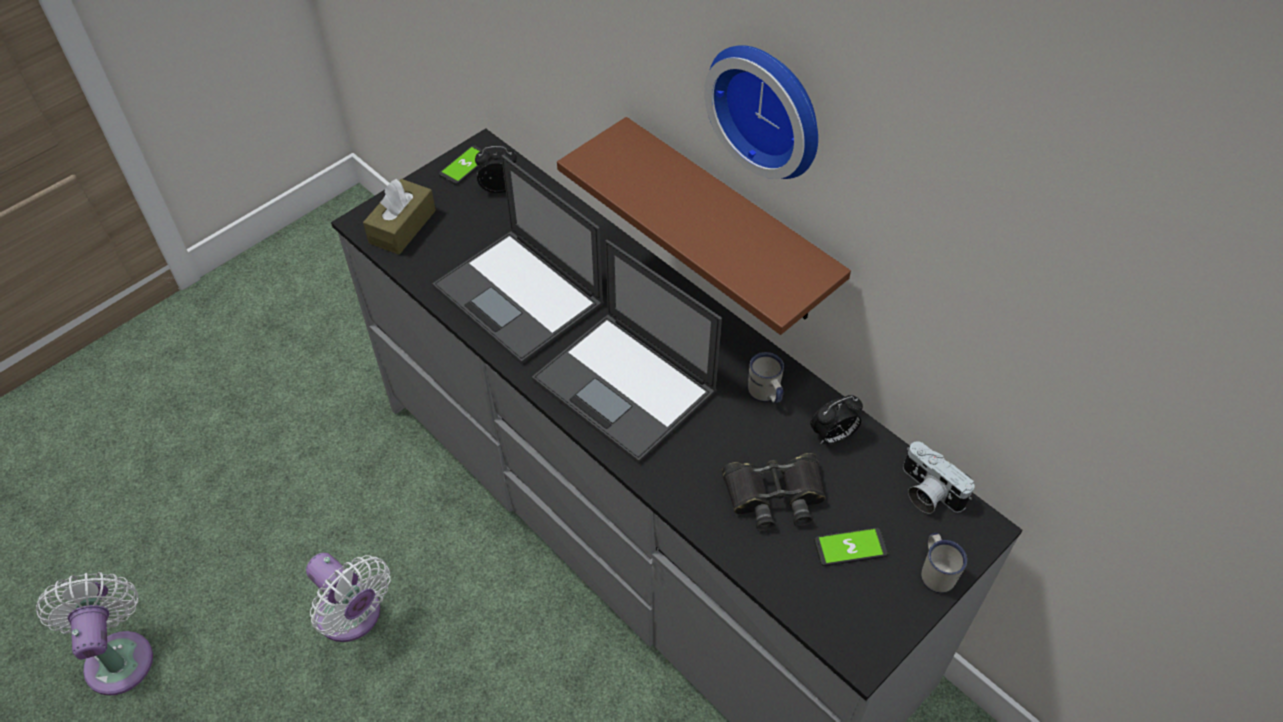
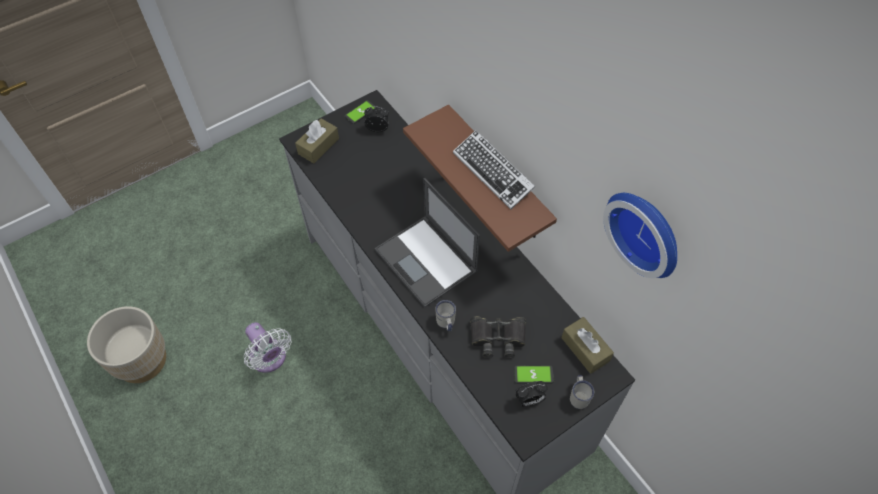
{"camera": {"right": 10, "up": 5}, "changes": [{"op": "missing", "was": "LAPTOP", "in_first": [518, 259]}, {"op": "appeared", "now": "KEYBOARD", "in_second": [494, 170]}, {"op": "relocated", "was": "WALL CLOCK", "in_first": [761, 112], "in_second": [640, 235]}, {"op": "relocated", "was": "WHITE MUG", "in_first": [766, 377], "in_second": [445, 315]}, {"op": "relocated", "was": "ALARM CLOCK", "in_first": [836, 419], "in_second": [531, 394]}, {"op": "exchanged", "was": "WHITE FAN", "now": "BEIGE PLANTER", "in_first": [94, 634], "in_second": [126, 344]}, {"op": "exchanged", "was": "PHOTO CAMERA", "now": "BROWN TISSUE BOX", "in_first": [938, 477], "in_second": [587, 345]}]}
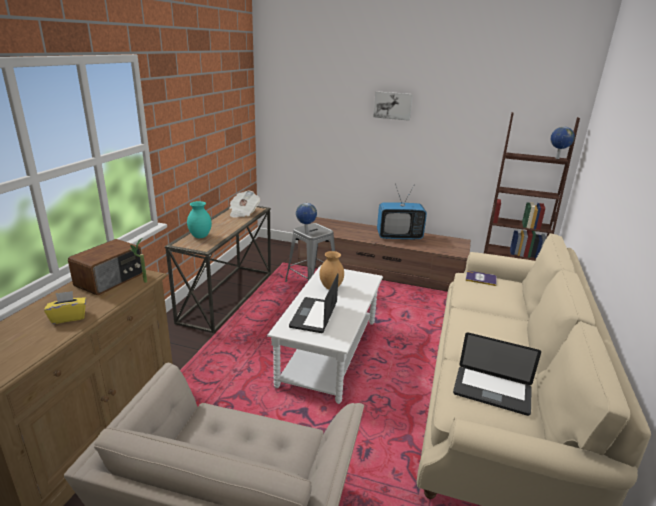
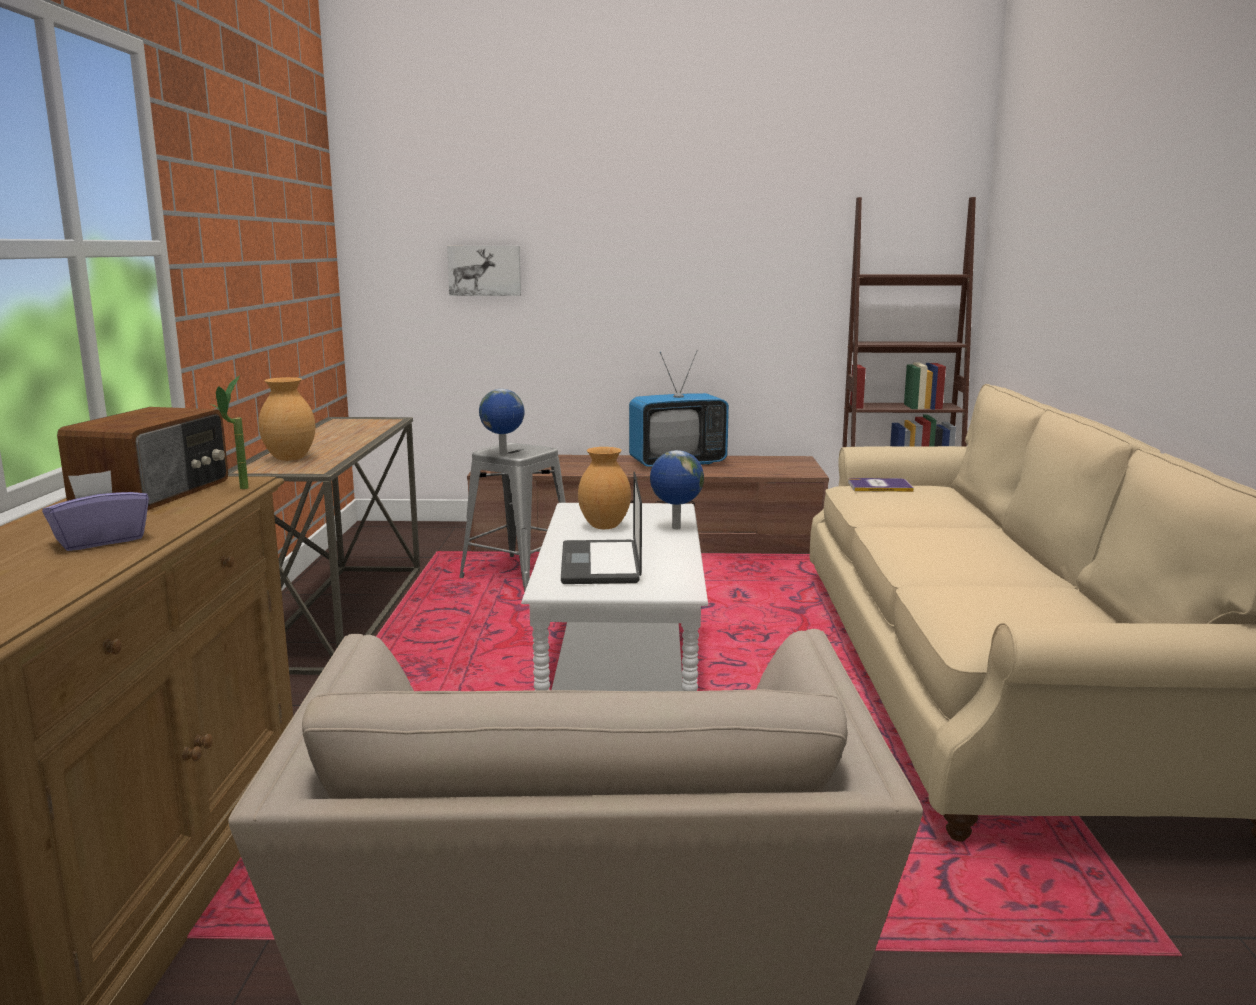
{"camera": {"right": -15, "up": -10}, "changes": [{"op": "missing", "was": "NEWSPAPER", "in_first": [244, 204]}, {"op": "missing", "was": "LAPTOP", "in_first": [497, 374]}, {"op": "relocated", "was": "PICTURE", "in_first": [393, 106], "in_second": [484, 271]}, {"op": "relocated", "was": "GLOBE", "in_first": [562, 143], "in_second": [677, 489]}, {"op": "colour", "was": "YELLOW TISSUE BOX", "now": "PURPLE TISSUE BOX", "in_first": [65, 307], "in_second": [95, 510]}, {"op": "colour", "was": "TURQUOISE VASE", "now": "BROWN VASE", "in_first": [199, 219], "in_second": [287, 419]}]}
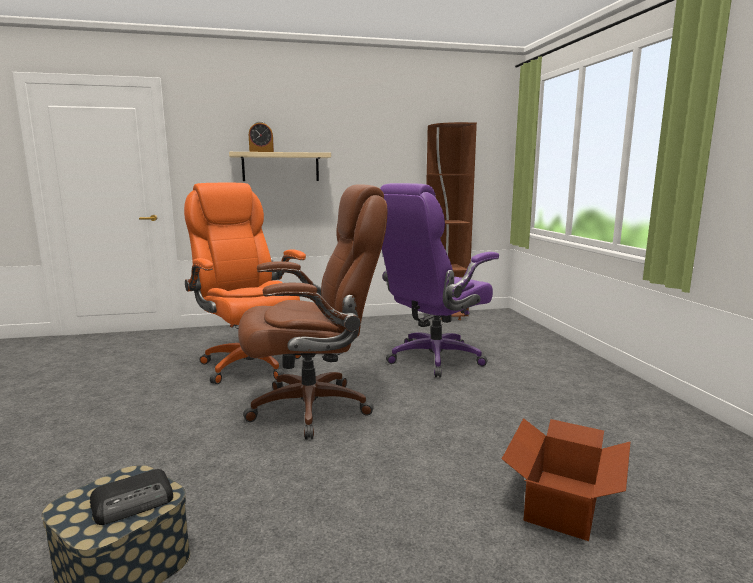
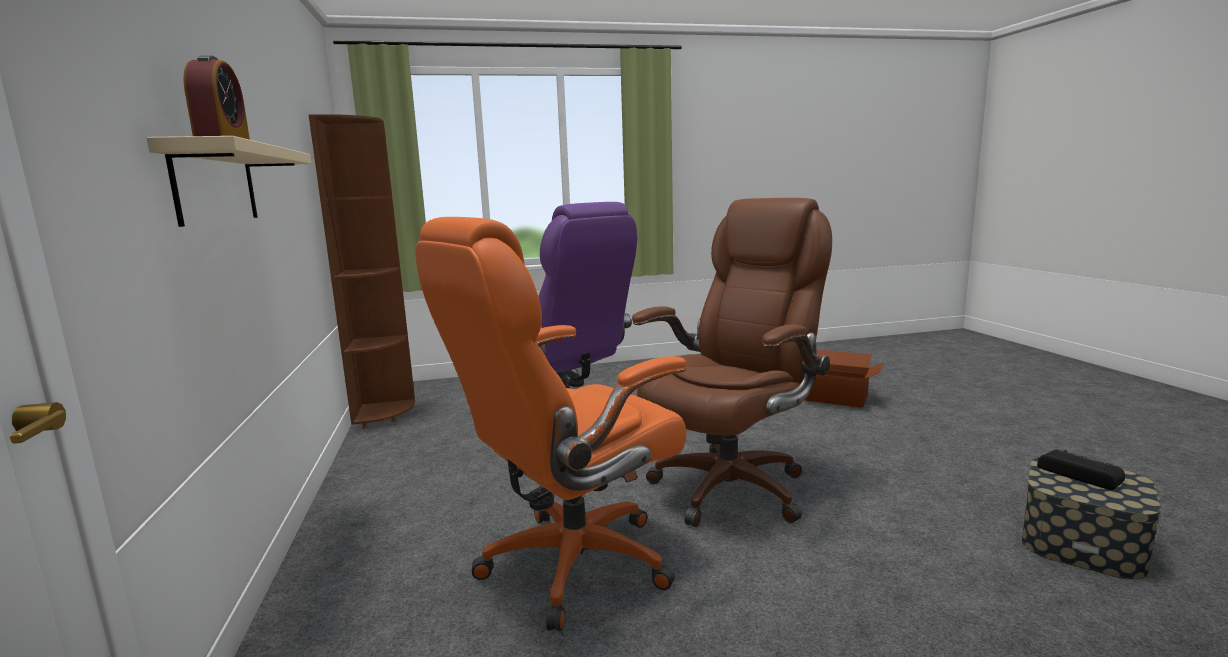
{"camera": {"right": -90, "up": 0}, "changes": [{"op": "spun", "was": "BROWN OFFICE CHAIR", "in_first": [312, 312], "in_second": [732, 362], "clockwise": 60}]}
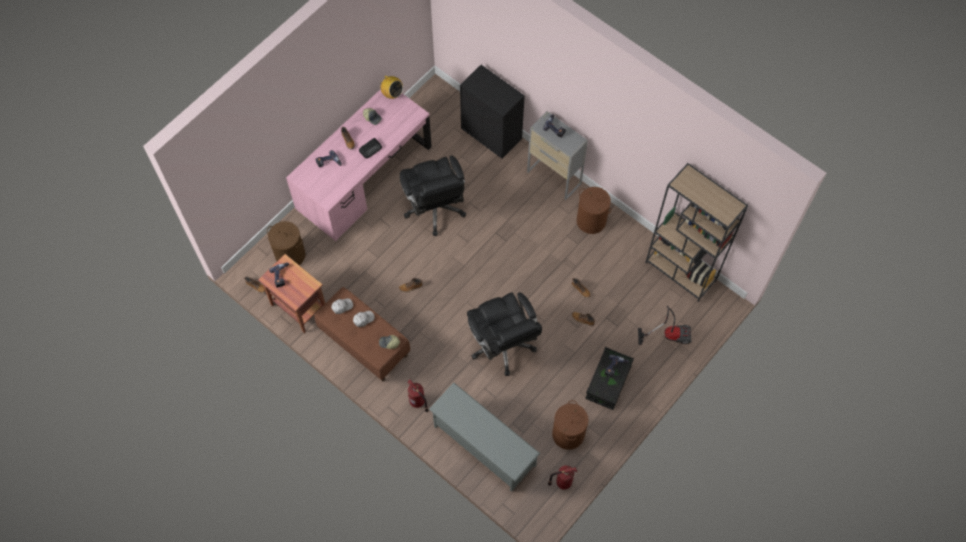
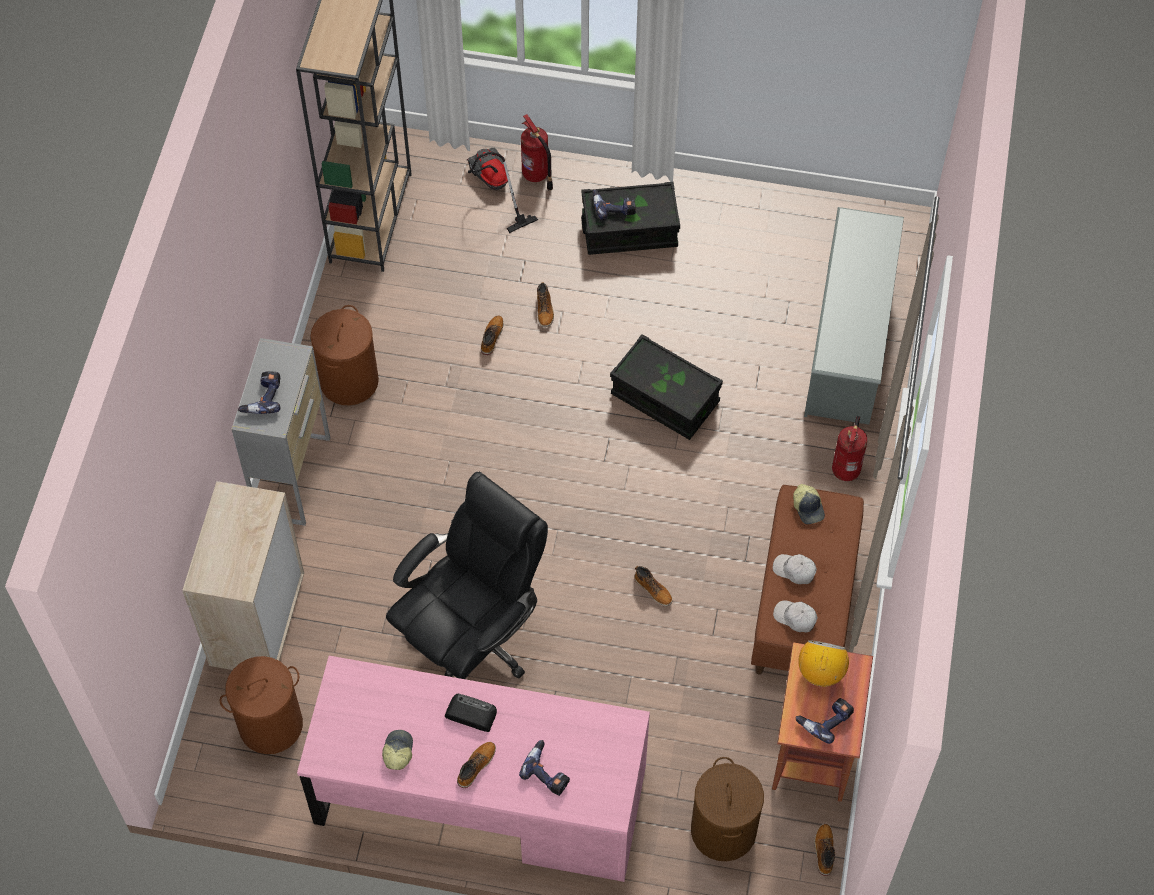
{"camera": {"right": -120, "up": -5}, "changes": [{"op": "relocated", "was": "RADIO", "in_first": [391, 87], "in_second": [823, 663]}, {"op": "relocated", "was": "FIRE EXTINGUISHER", "in_first": [563, 477], "in_second": [537, 152]}, {"op": "relocated", "was": "BROWN LAUNDRY BASKET", "in_first": [570, 425], "in_second": [261, 705]}, {"op": "exchanged", "was": "BLACK OFFICE CHAIR", "now": "BLACK STORAGE BOX", "in_first": [504, 334], "in_second": [666, 387]}, {"op": "colour", "was": "BLACK CABINET", "now": "BEIGE CABINET", "in_first": [492, 112], "in_second": [243, 575]}]}
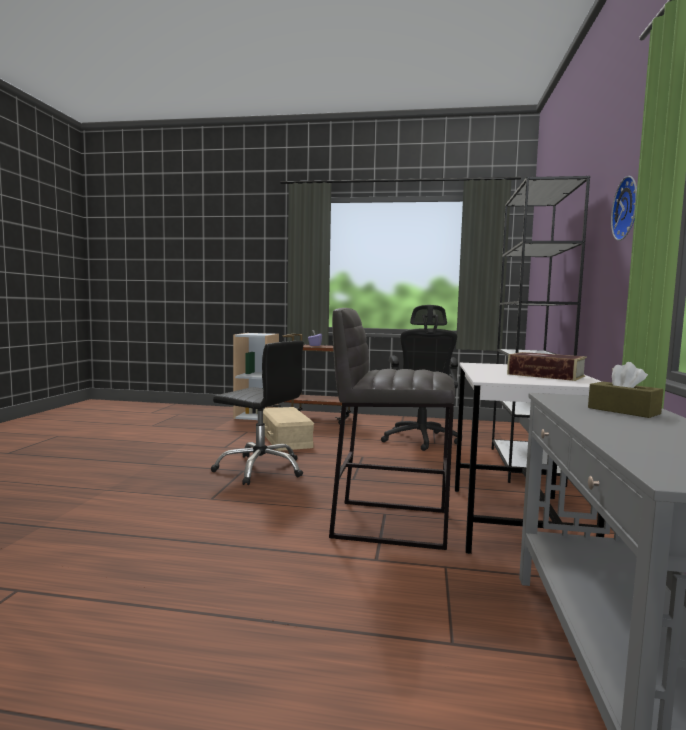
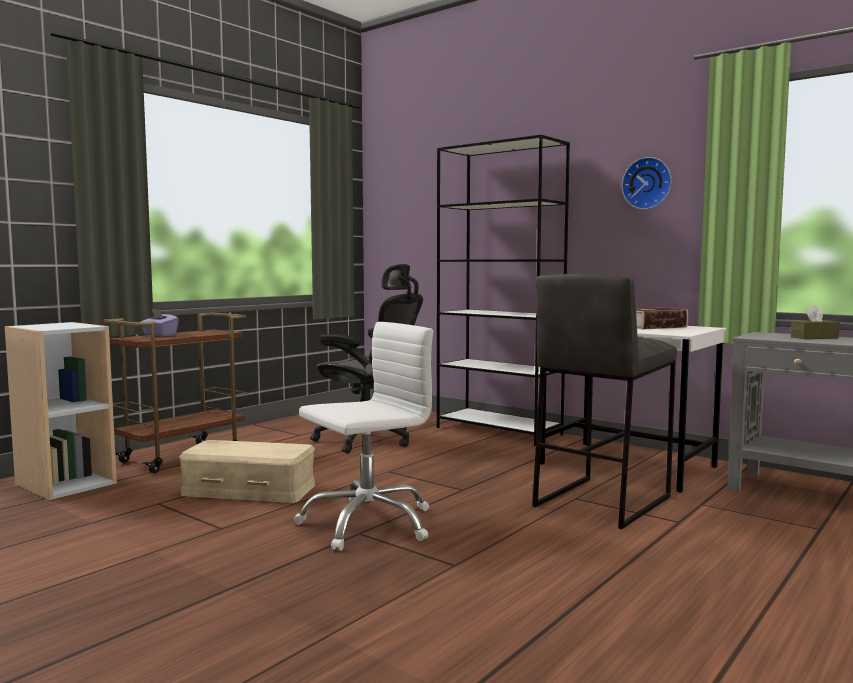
{"camera": {"right": -60, "up": 0}, "changes": [{"op": "colour", "was": "BLACK OFFICE CHAIR", "now": "WHITE OFFICE CHAIR", "in_first": [257, 413], "in_second": [363, 436]}]}
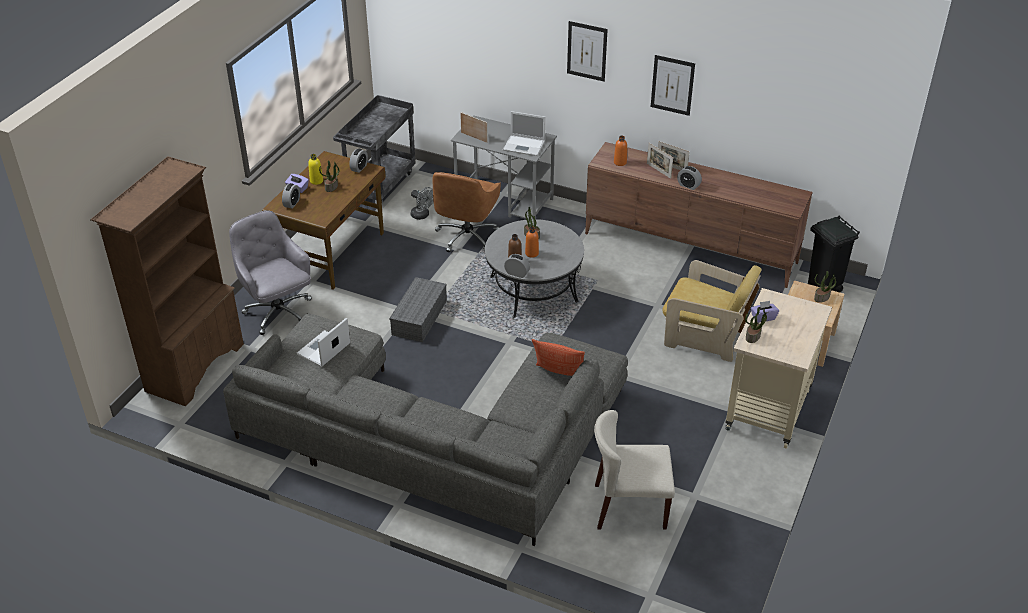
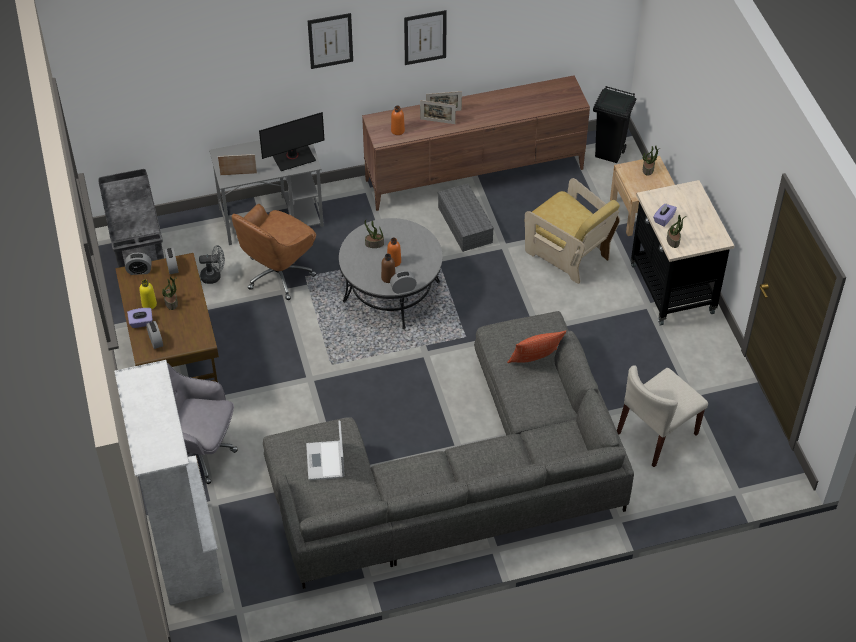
{"camera": {"right": -40, "up": 10}, "changes": [{"op": "relocated", "was": "GREY STORAGE BOX", "in_first": [418, 309], "in_second": [466, 217]}, {"op": "relocated", "was": "ALARM CLOCK", "in_first": [689, 178], "in_second": [138, 264]}, {"op": "exchanged", "was": "LAPTOP", "now": "MONITOR", "in_first": [524, 133], "in_second": [291, 141]}, {"op": "colour", "was": "BROWN BOOKCASE", "now": "WHITE BOOKCASE", "in_first": [167, 281], "in_second": [169, 482]}, {"op": "colour", "was": "BEIGE CART", "now": "BLACK CART", "in_first": [778, 368], "in_second": [682, 253]}, {"op": "spun", "was": "BROWN OFFICE CHAIR", "in_first": [467, 212], "in_second": [274, 252], "clockwise": 60}, {"op": "spun", "was": "YELLOW ARMCHAIR", "in_first": [712, 311], "in_second": [572, 231], "clockwise": 60}]}
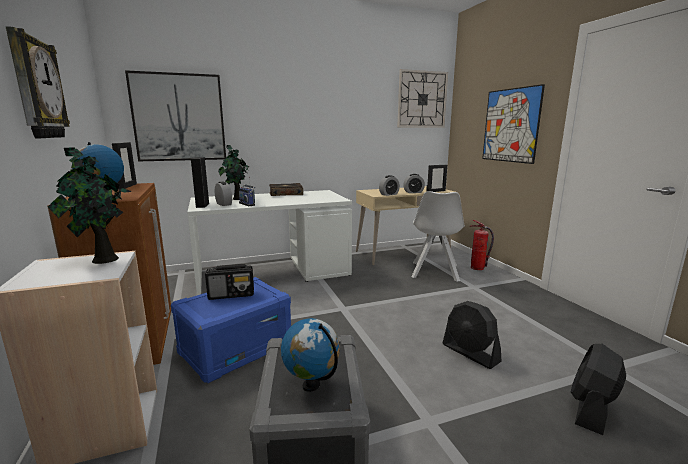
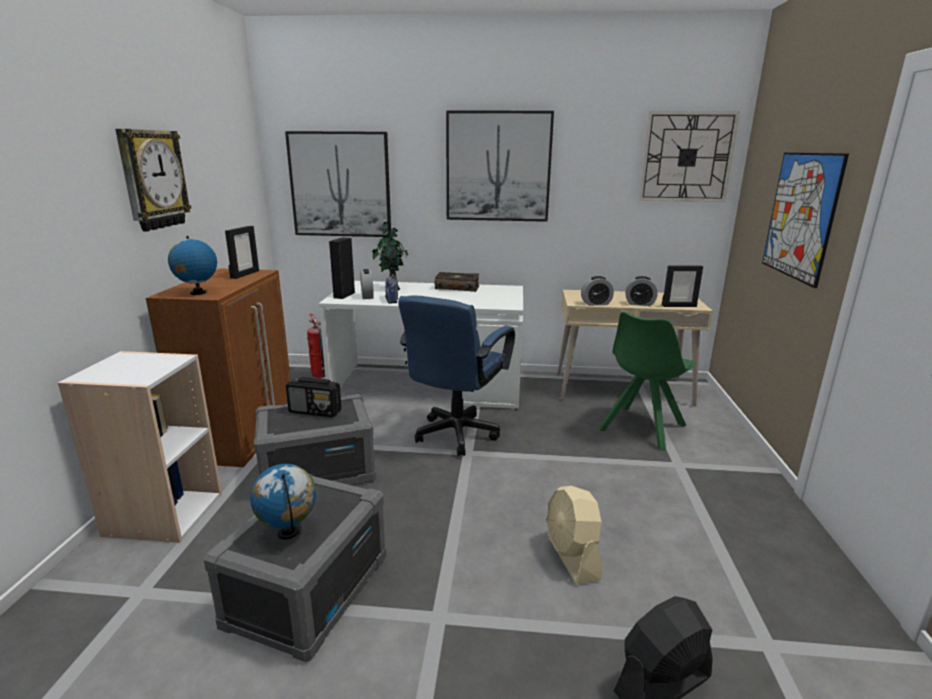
{"camera": {"right": 25, "up": 5}, "changes": [{"op": "missing", "was": "POTTED PLANT", "in_first": [89, 206]}, {"op": "appeared", "now": "BLUE OFFICE CHAIR", "in_second": [456, 375]}, {"op": "appeared", "now": "PICTURE", "in_second": [500, 166]}, {"op": "relocated", "was": "FIRE EXTINGUISHER", "in_first": [482, 245], "in_second": [316, 346]}, {"op": "colour", "was": "BLUE STORAGE BOX", "now": "GREY STORAGE BOX", "in_first": [231, 330], "in_second": [315, 439]}, {"op": "colour", "was": "WHITE CHAIR", "now": "GREEN CHAIR", "in_first": [438, 236], "in_second": [646, 381]}, {"op": "colour", "was": "BLACK FAN", "now": "BEIGE FAN", "in_first": [472, 335], "in_second": [574, 535]}]}
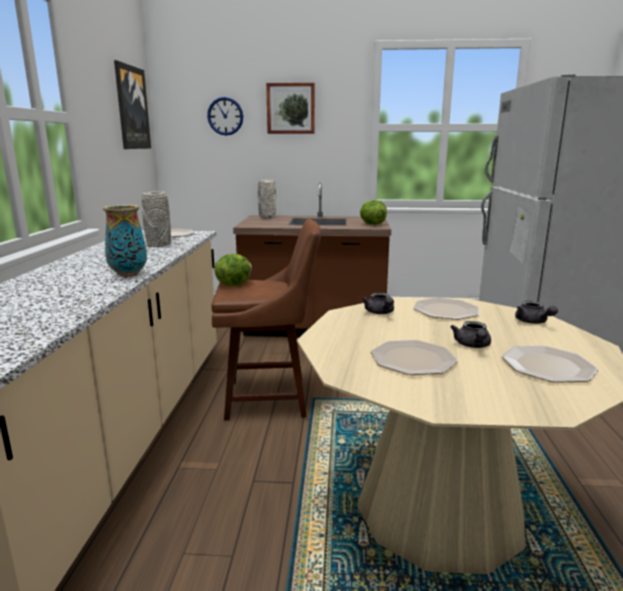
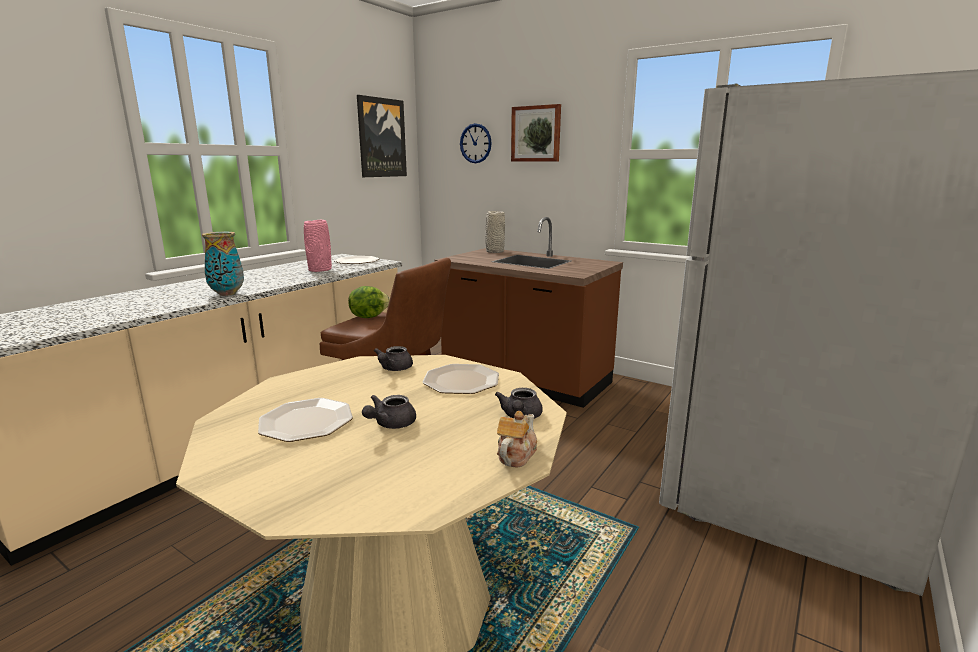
{"camera": {"right": 30, "up": 0}, "changes": [{"op": "missing", "was": "LETTUCE", "in_first": [373, 212]}, {"op": "missing", "was": "PLATE", "in_first": [550, 364]}, {"op": "appeared", "now": "TEAPOT", "in_second": [517, 439]}, {"op": "colour", "was": "GREY VASE", "now": "PINK VASE", "in_first": [156, 219], "in_second": [318, 246]}]}
